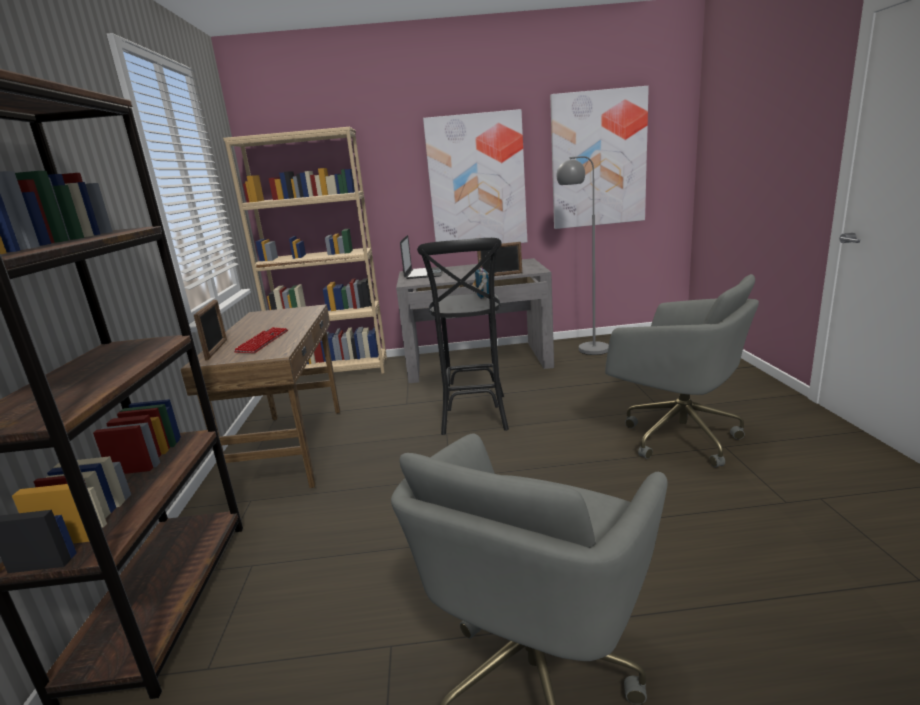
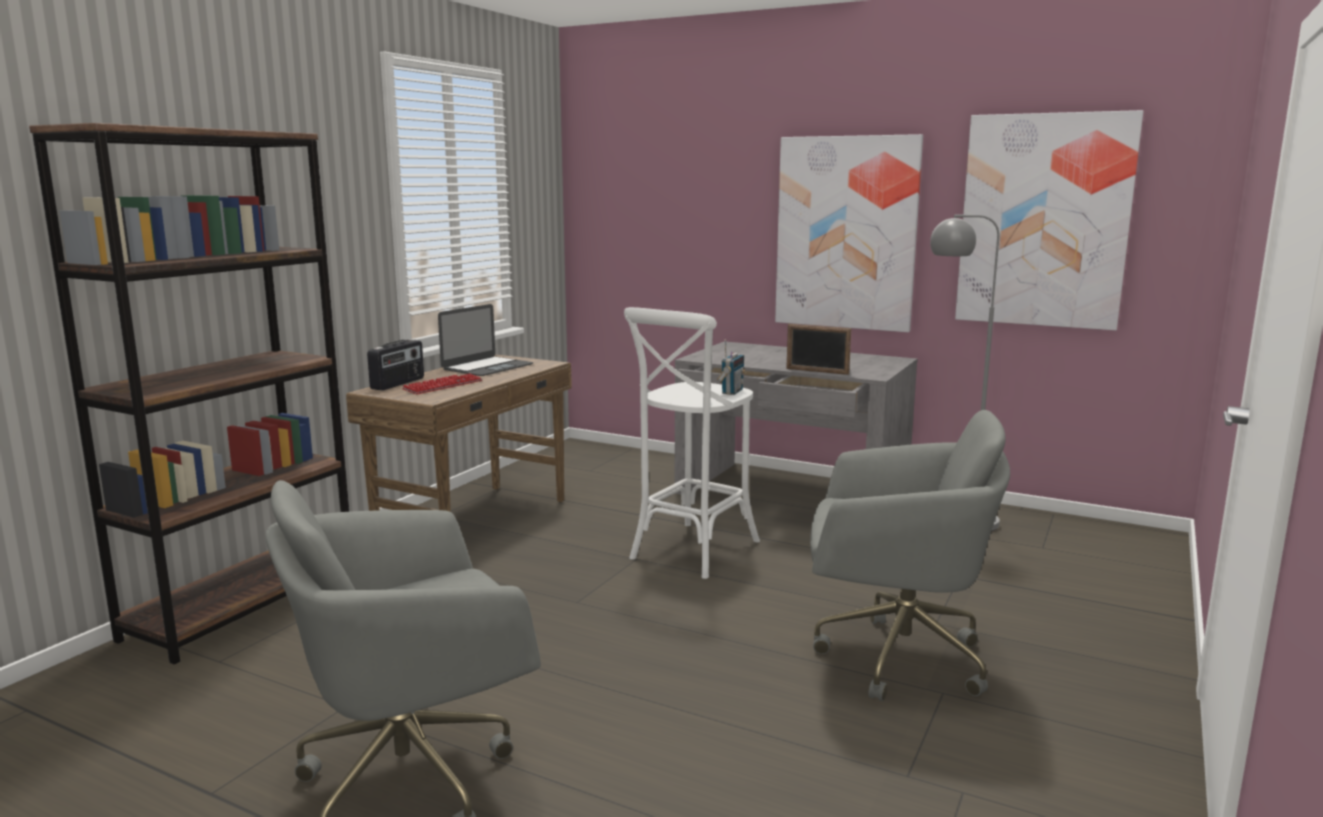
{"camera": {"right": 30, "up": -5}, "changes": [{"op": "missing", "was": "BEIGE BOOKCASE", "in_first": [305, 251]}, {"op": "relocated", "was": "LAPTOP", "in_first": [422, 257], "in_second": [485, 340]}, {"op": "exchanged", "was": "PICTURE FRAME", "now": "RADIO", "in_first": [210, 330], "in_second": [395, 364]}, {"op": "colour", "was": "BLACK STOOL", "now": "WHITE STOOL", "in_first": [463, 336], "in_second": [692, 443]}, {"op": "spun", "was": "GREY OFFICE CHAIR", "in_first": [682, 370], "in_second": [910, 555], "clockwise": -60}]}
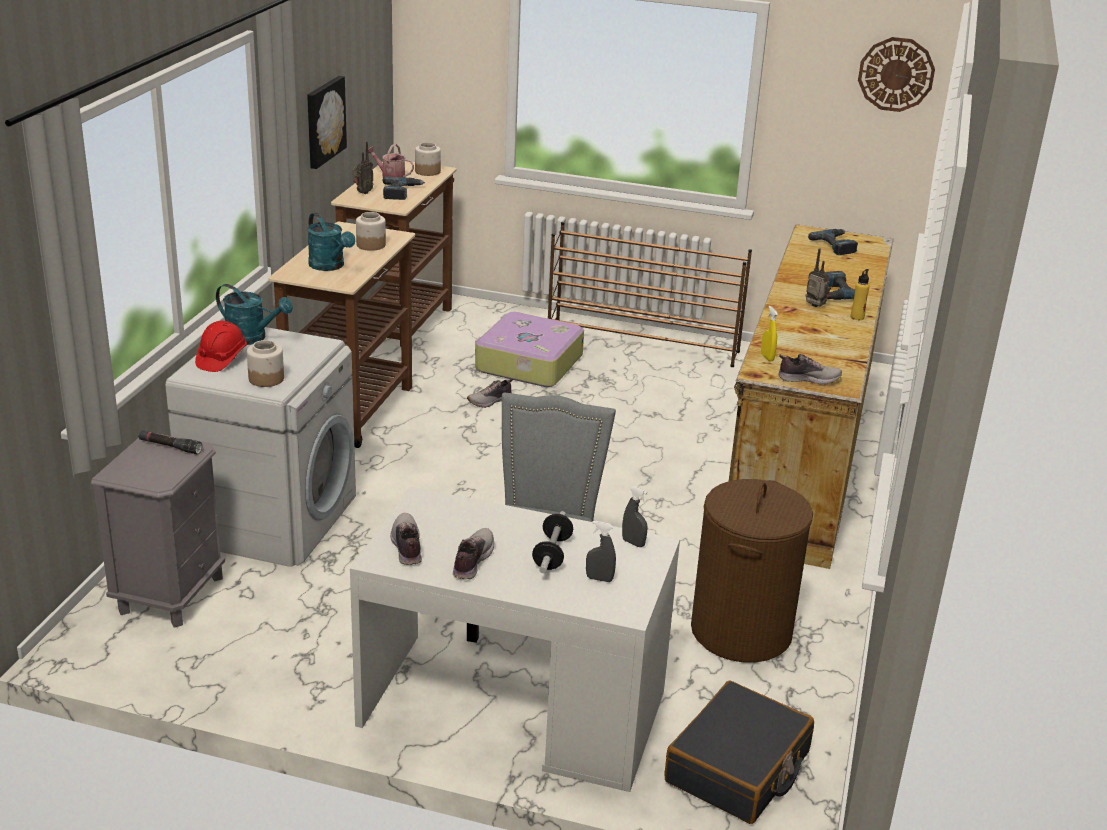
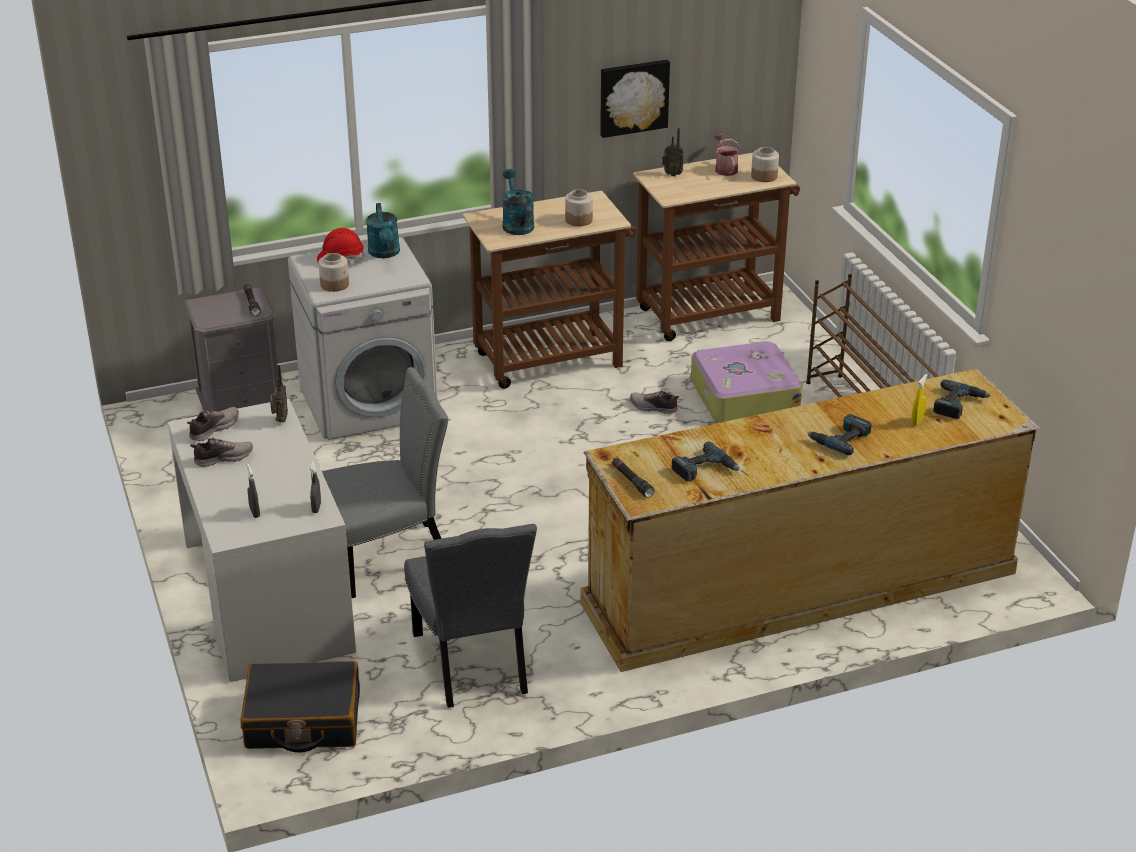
{"camera": {"right": 55, "up": 5}, "changes": [{"op": "missing", "was": "DUMBBELL", "in_first": [552, 542]}, {"op": "missing", "was": "YELLOW BOTTLE", "in_first": [860, 294]}, {"op": "missing", "was": "WALL CLOCK", "in_first": [896, 74]}, {"op": "relocated", "was": "POWER DRILL", "in_first": [404, 188], "in_second": [705, 462]}, {"op": "relocated", "was": "YELLOW SPRAY BOTTLE", "in_first": [769, 333], "in_second": [919, 400]}, {"op": "relocated", "was": "RADIO", "in_first": [818, 277], "in_second": [279, 394]}, {"op": "exchanged", "was": "BROWN LAUNDRY BASKET", "now": "GREY CHAIR", "in_first": [752, 571], "in_second": [470, 616]}, {"op": "exchanged", "was": "SHOE", "now": "BLACK FLASHLIGHT", "in_first": [810, 369], "in_second": [633, 478]}, {"op": "spun", "was": "TURQUOISE WATERING CAN", "in_first": [331, 242], "in_second": [518, 202], "clockwise": 150}]}
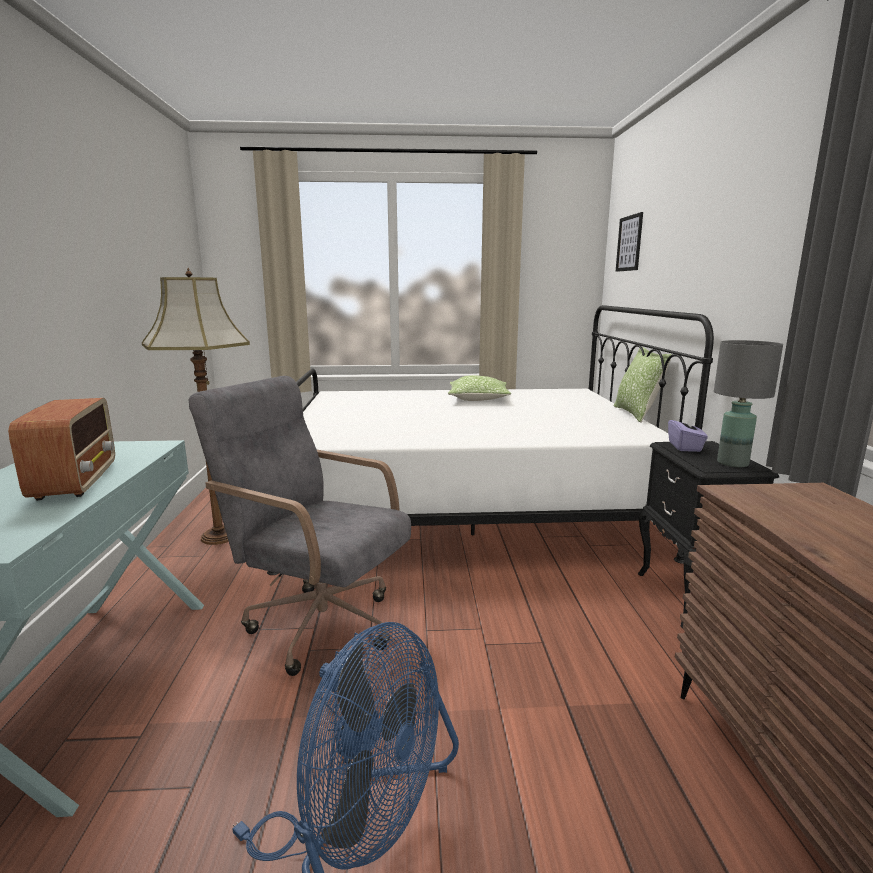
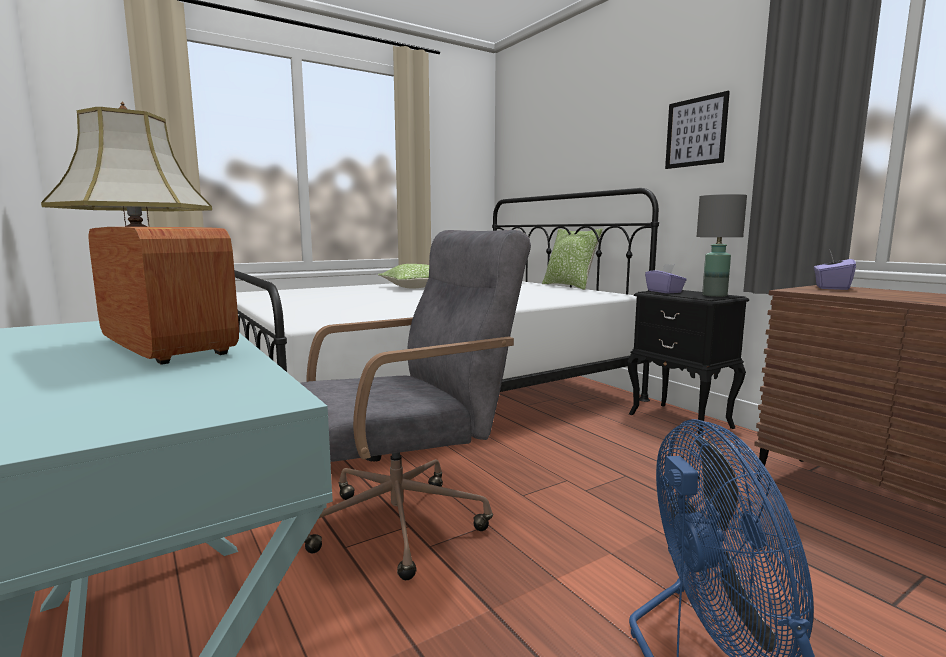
{"camera": {"right": -30, "up": -5}, "changes": [{"op": "appeared", "now": "PURPLE TISSUE BOX", "in_second": [835, 270]}, {"op": "relocated", "was": "PICTURE", "in_first": [629, 242], "in_second": [697, 130]}, {"op": "spun", "was": "GREY OFFICE CHAIR", "in_first": [300, 526], "in_second": [416, 405], "clockwise": 150}]}
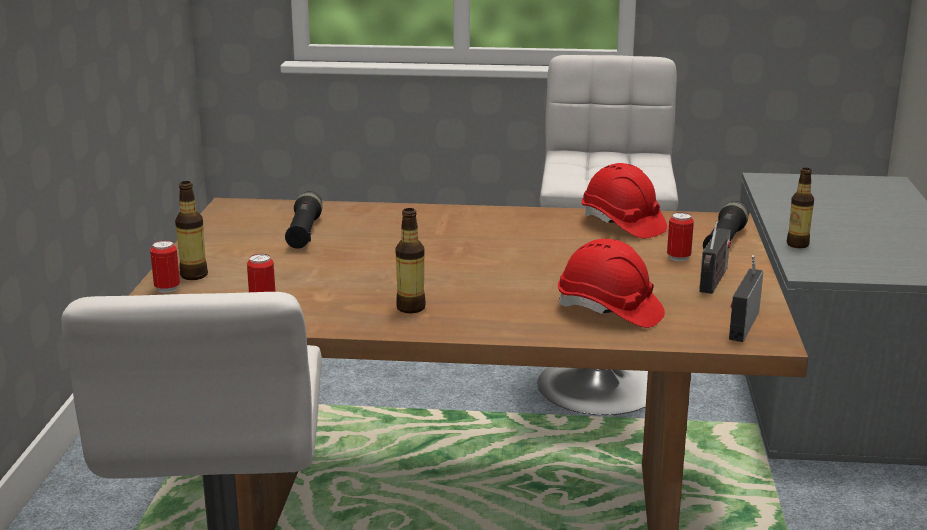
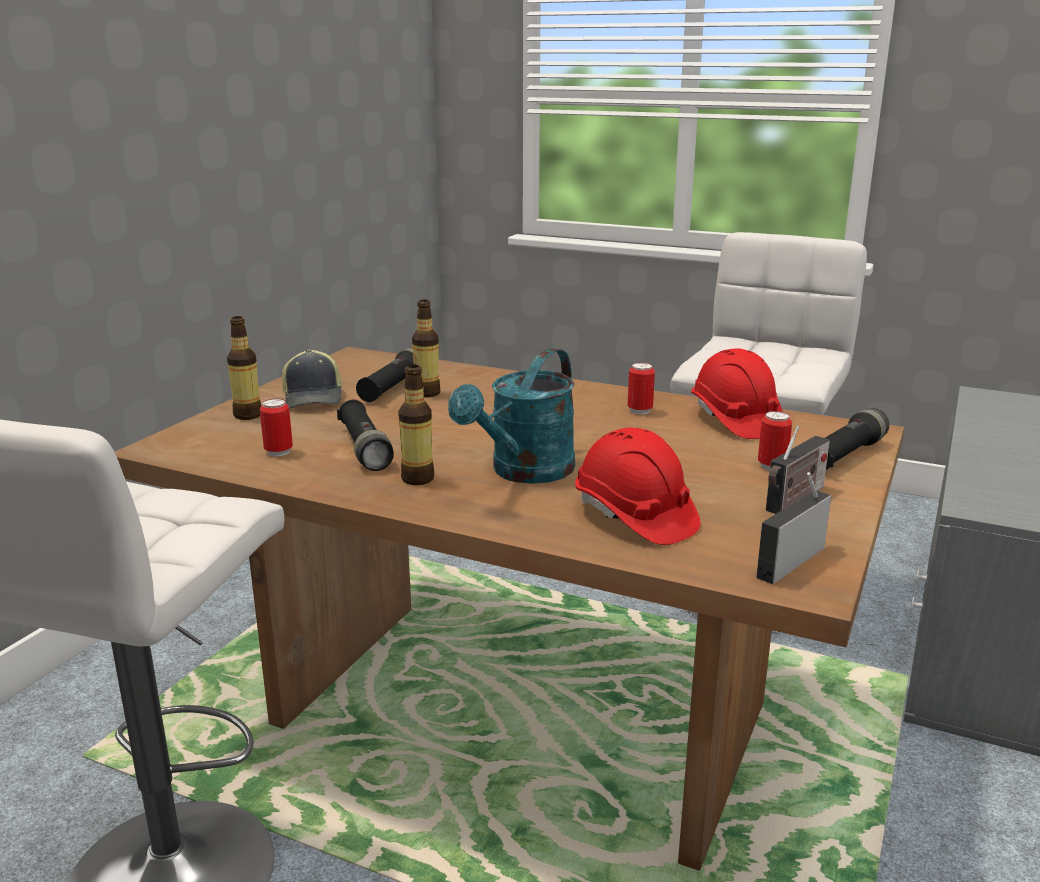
{"camera": {"right": 20, "up": 0}, "changes": [{"op": "appeared", "now": "CAP", "in_second": [312, 379]}, {"op": "appeared", "now": "BLACK FLASHLIGHT", "in_second": [365, 435]}, {"op": "appeared", "now": "TURQUOISE WATERING CAN", "in_second": [511, 416]}, {"op": "relocated", "was": "CAN", "in_first": [165, 266], "in_second": [641, 388]}, {"op": "relocated", "was": "BOTTLE", "in_first": [800, 208], "in_second": [426, 348]}]}
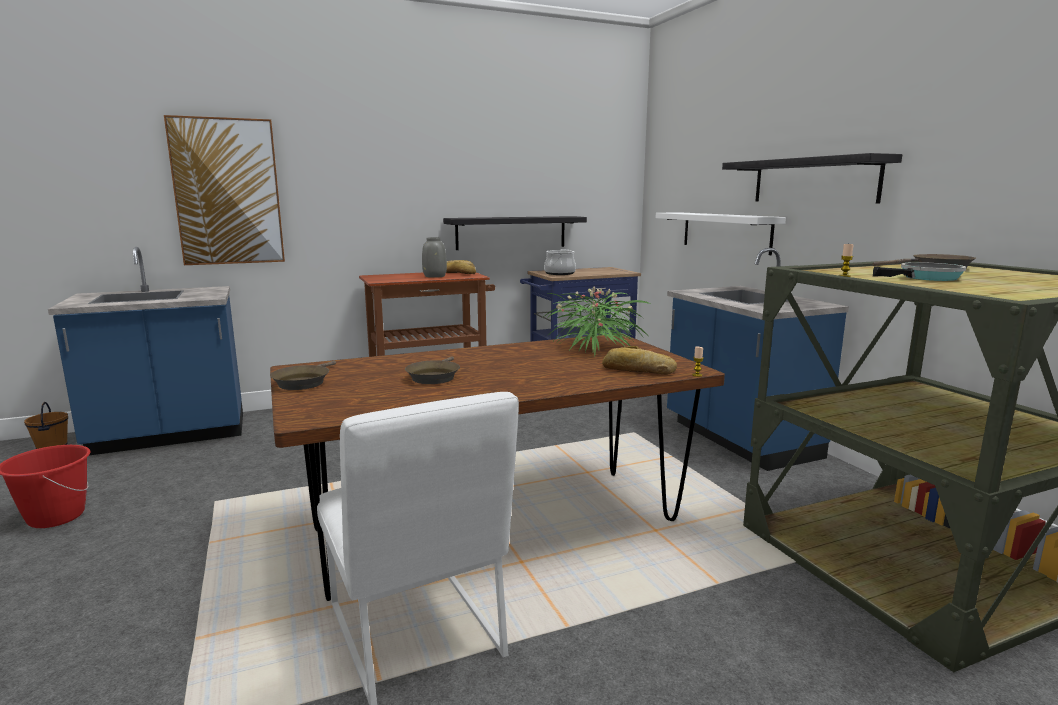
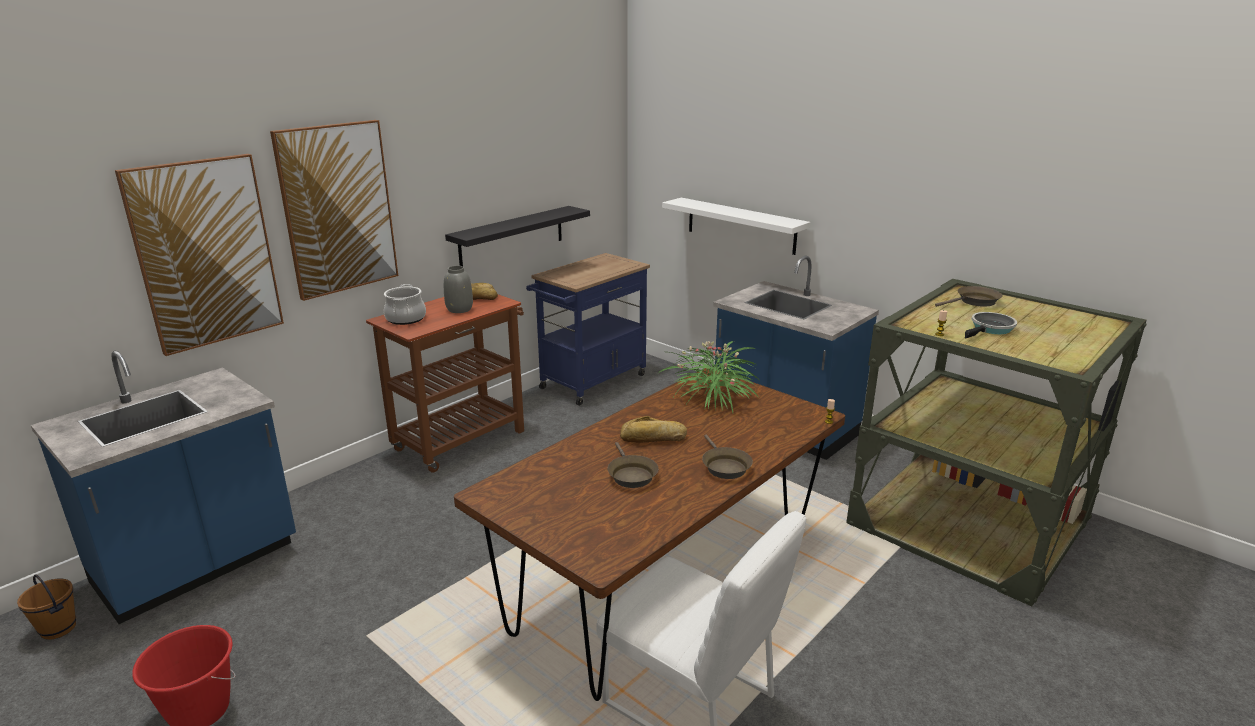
{"camera": {"right": -25, "up": 10}, "changes": [{"op": "missing", "was": "BLACK SHELF", "in_first": [812, 178]}, {"op": "appeared", "now": "PICTURE", "in_second": [334, 210]}, {"op": "relocated", "was": "BROWN FRYING PAN", "in_first": [303, 375], "in_second": [727, 457]}, {"op": "relocated", "was": "COOKING POT", "in_first": [560, 262], "in_second": [405, 304]}, {"op": "relocated", "was": "BREAD", "in_first": [639, 360], "in_second": [653, 429]}]}
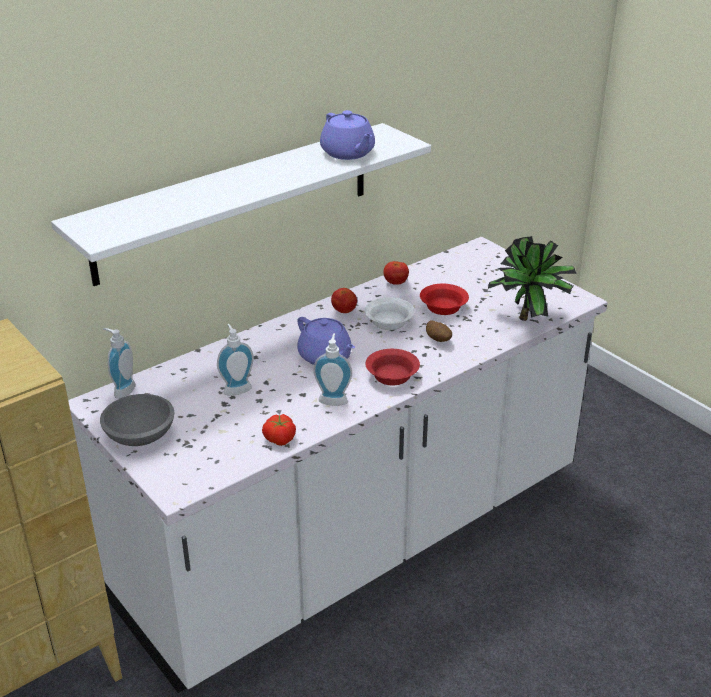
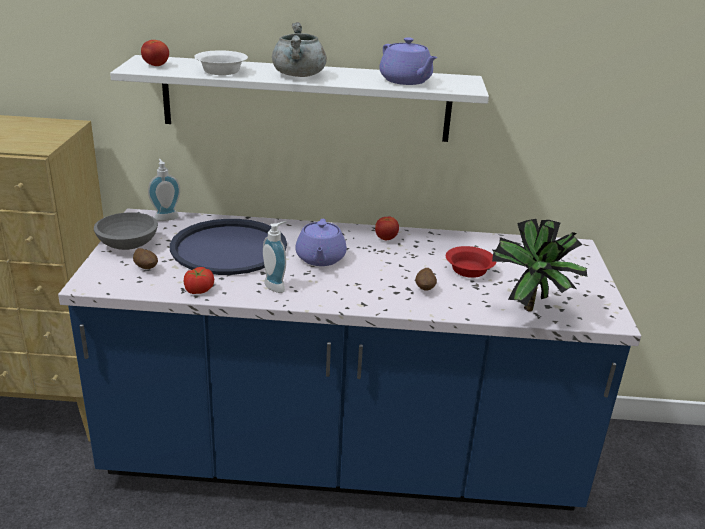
{"camera": {"right": 40, "up": -5}, "changes": [{"op": "missing", "was": "RED BOWL", "in_first": [392, 367]}, {"op": "appeared", "now": "POTATO", "in_second": [145, 258]}, {"op": "appeared", "now": "GREY COOKING POT", "in_second": [299, 49]}, {"op": "relocated", "was": "WHITE BOWL", "in_first": [389, 313], "in_second": [221, 62]}, {"op": "relocated", "was": "TOMATO", "in_first": [396, 273], "in_second": [155, 53]}, {"op": "exchanged", "was": "SOAP DISPENSER", "now": "BLUE TRAY", "in_first": [235, 359], "in_second": [228, 247]}, {"op": "colour", "was": "WHITE COUNTER", "now": "BLUE COUNTER", "in_first": [338, 465], "in_second": [349, 360]}, {"op": "spun", "was": "PURPLE TEAPOT", "in_first": [347, 135], "in_second": [408, 61], "clockwise": -45}]}
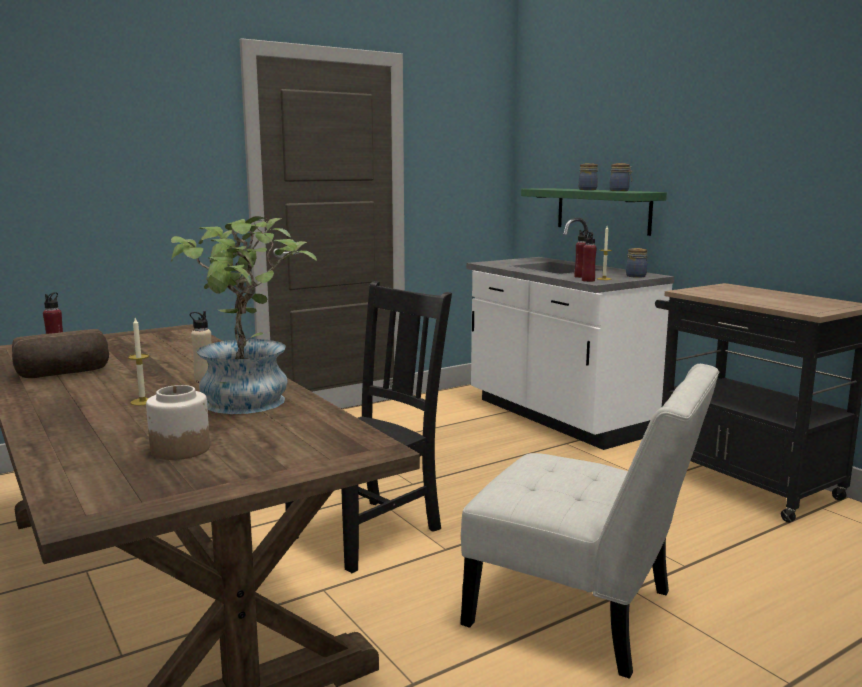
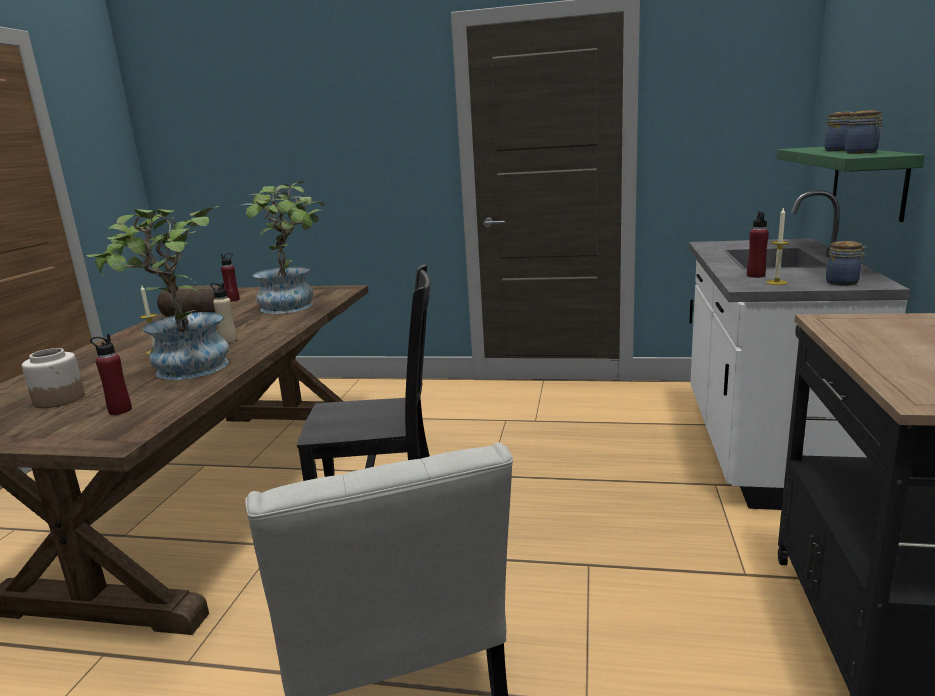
{"camera": {"right": 45, "up": 5}, "changes": [{"op": "appeared", "now": "POTTED PLANT", "in_second": [284, 247]}, {"op": "relocated", "was": "RED BOTTLE", "in_first": [589, 257], "in_second": [111, 374]}]}
